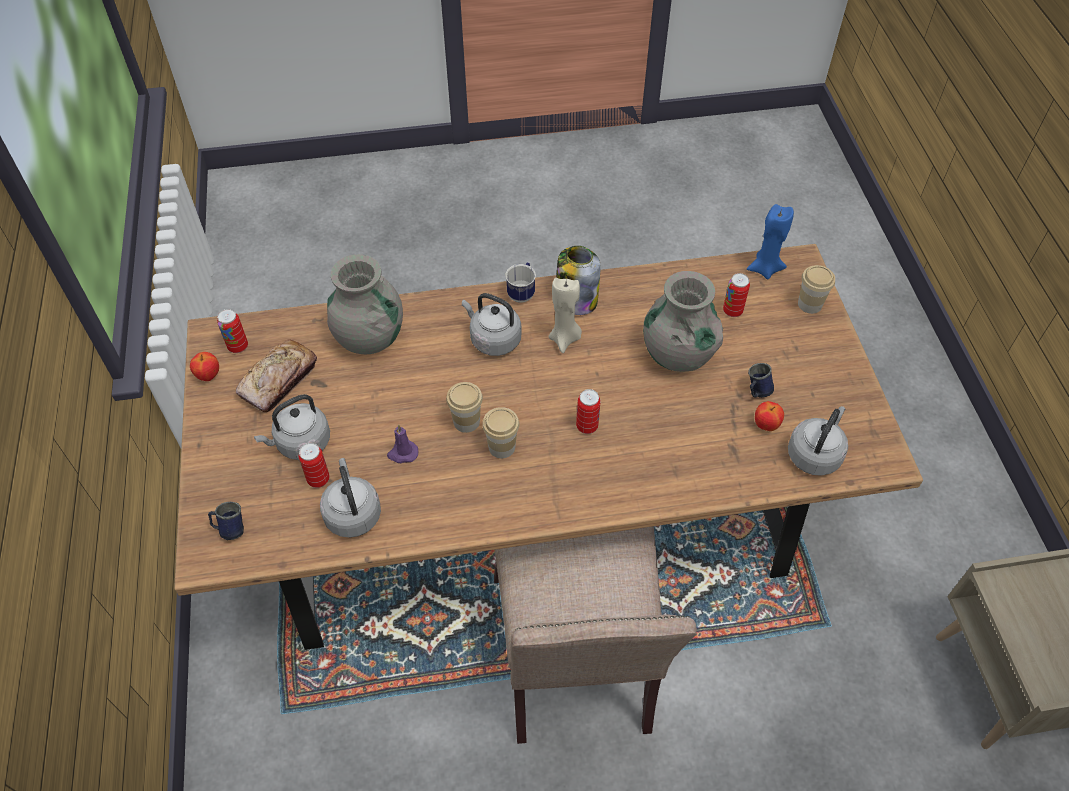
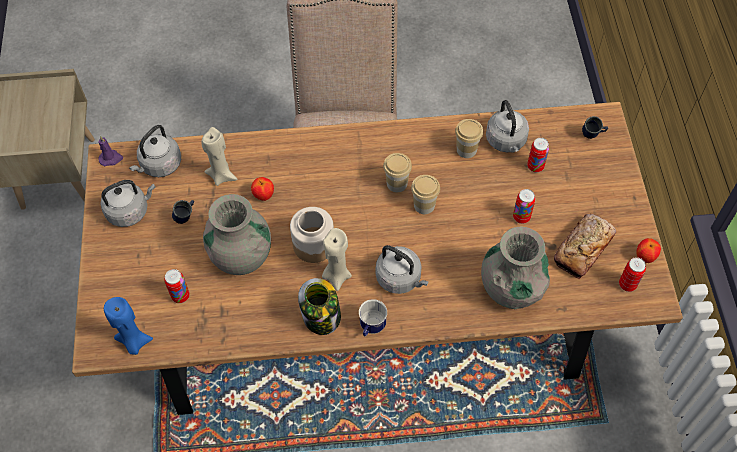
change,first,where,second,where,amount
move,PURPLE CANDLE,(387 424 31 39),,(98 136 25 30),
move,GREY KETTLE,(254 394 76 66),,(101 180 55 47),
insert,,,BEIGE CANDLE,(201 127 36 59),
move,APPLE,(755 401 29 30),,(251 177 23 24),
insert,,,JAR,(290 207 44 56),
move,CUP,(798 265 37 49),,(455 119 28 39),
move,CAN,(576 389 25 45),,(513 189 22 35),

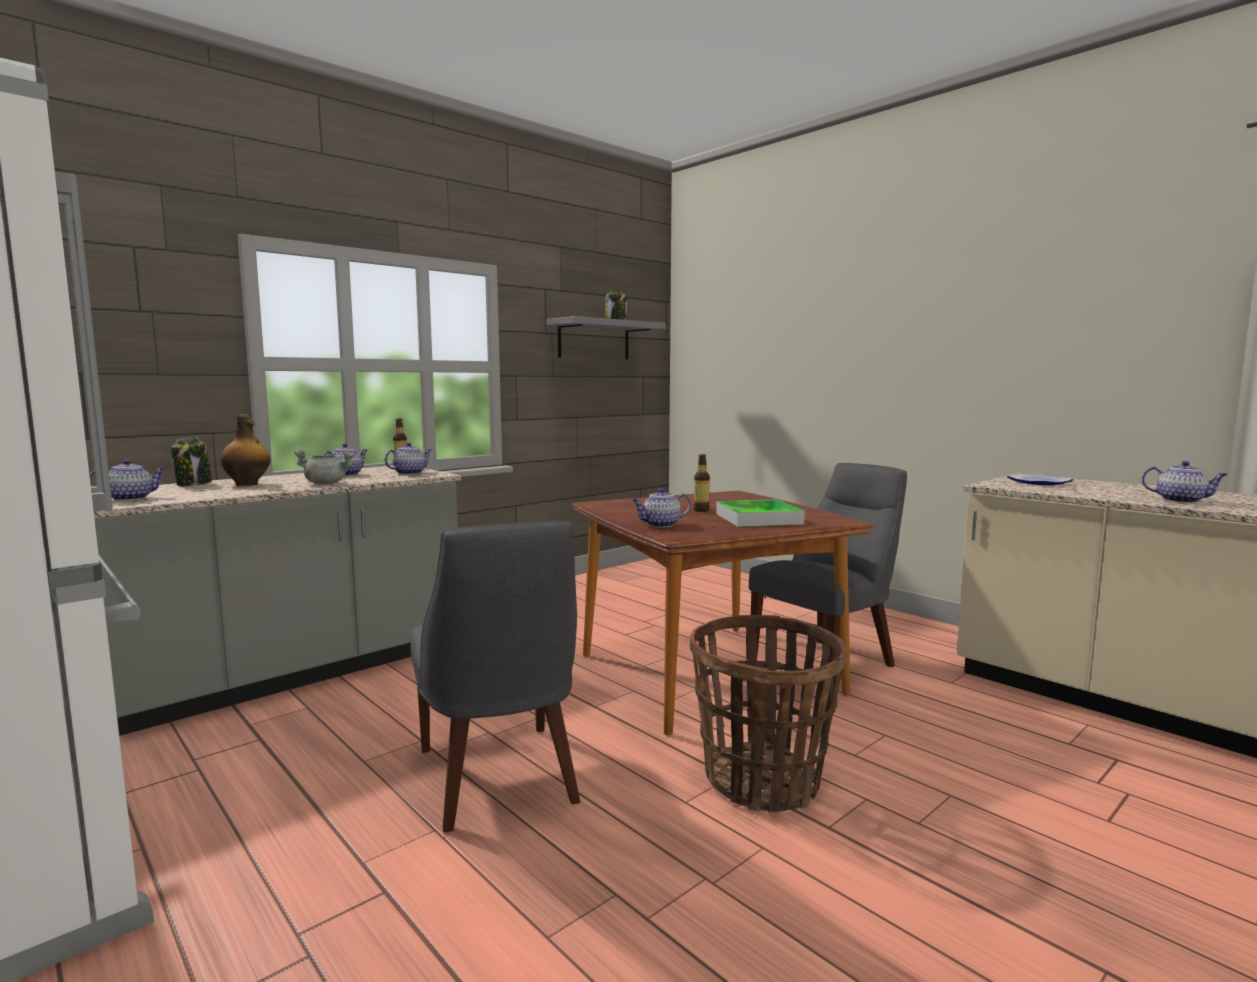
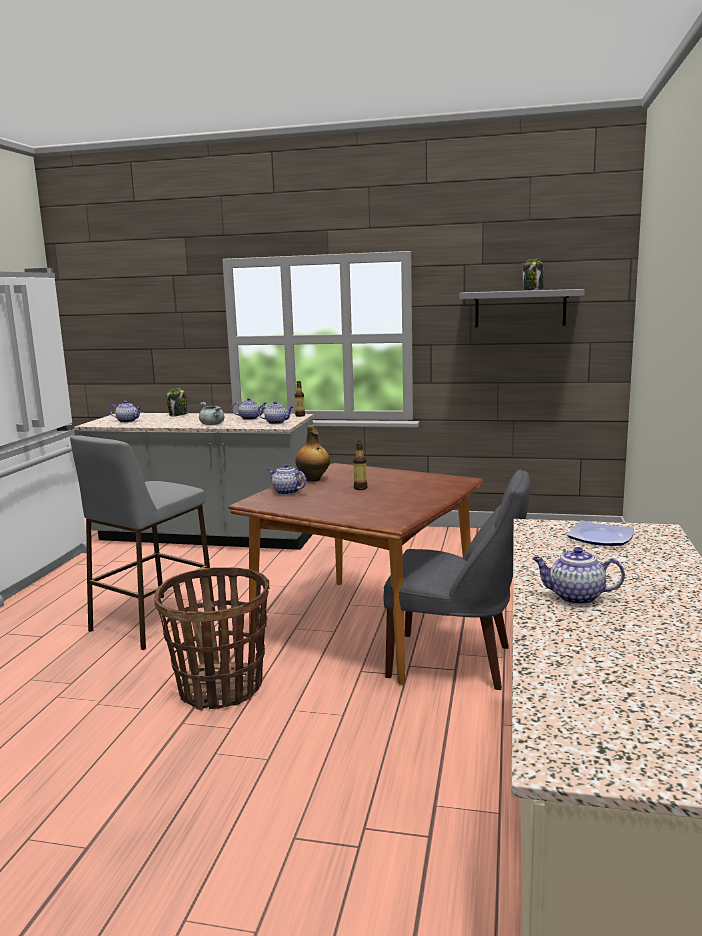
change,first,where,second,where,amount
replace,GREY CHAIR,(410 521 170 312),GREY STOOL,(70 435 145 215),
move,BOTTLE,(221 414 49 72),,(295 425 35 57),
rotate,TEAPOT,(1141 461 87 42),,(532 547 93 58),105 degrees clockwise
delete,TRAY,(716 499 89 28),,,

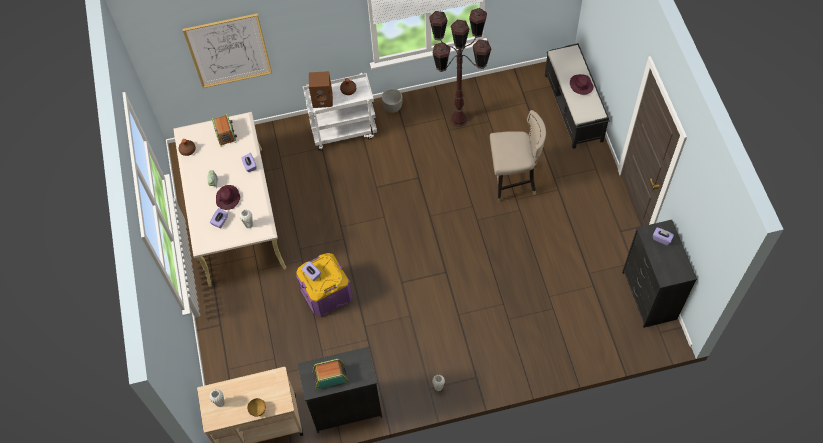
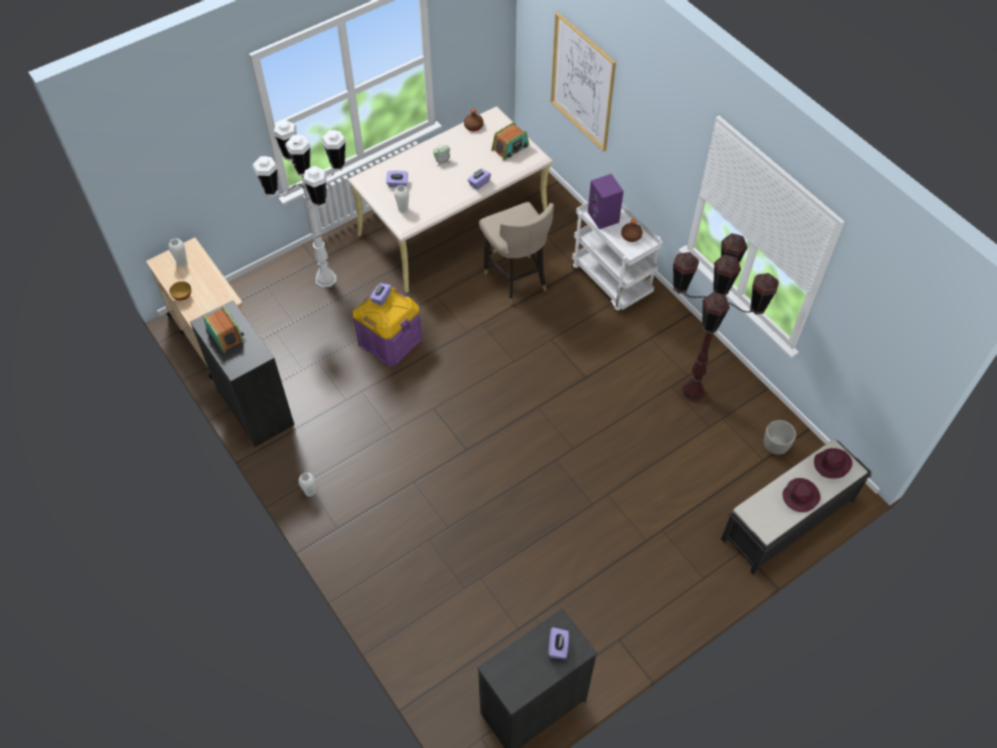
change,first,where,second,where,amount
insert,,,WHITE FLOOR LAMP,(252 120 94 168),
move,BEIGE STOOL,(490 110 56 92),,(479 202 75 103),
recolor,BROWN SPEAKER,(309 71 24 37),PURPLE SPEAKER,(588 174 36 55),
move,PLANTER,(382 88 20 25),,(764 420 32 35),
move,PURPLE HAT,(216 185 24 25),,(814 448 38 31),

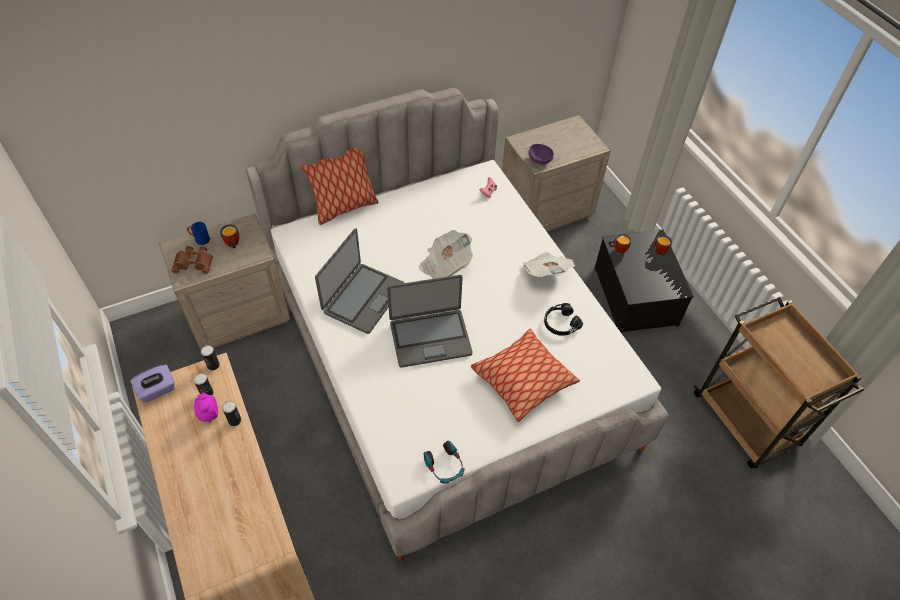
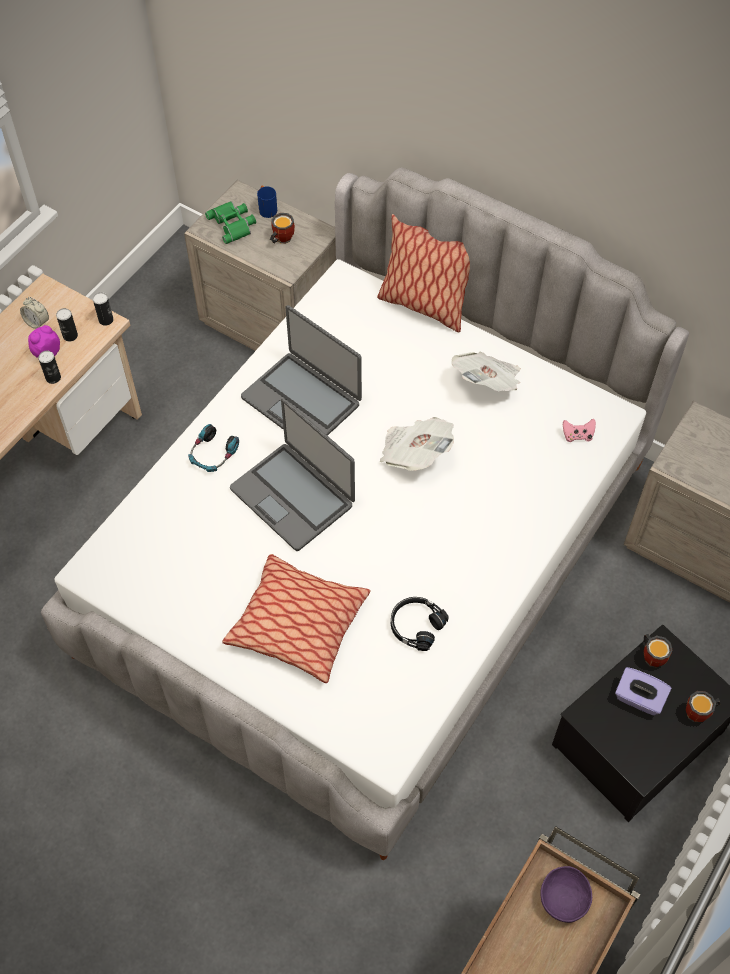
change,first,where,second,where,amount
insert,,,ALARM CLOCK,(20 297 29 32),
move,HEADPHONES,(424 441 41 43),,(188 424 51 48),
recolor,BROWN BINOCULARS,(171 246 42 28),GREEN BINOCULARS,(205 201 51 43),
rotate,LAPTOP,(315 228 89 106),,(241 305 121 131),45 degrees clockwise
move,NEWSPAPER,(522 252 53 25),,(451 351 69 40),
move,PURPLE BOWL,(529 144 25 21),,(541 866 51 57),
move,PURPLE TISSUE BOX,(130 364 45 38),,(615 667 56 49),

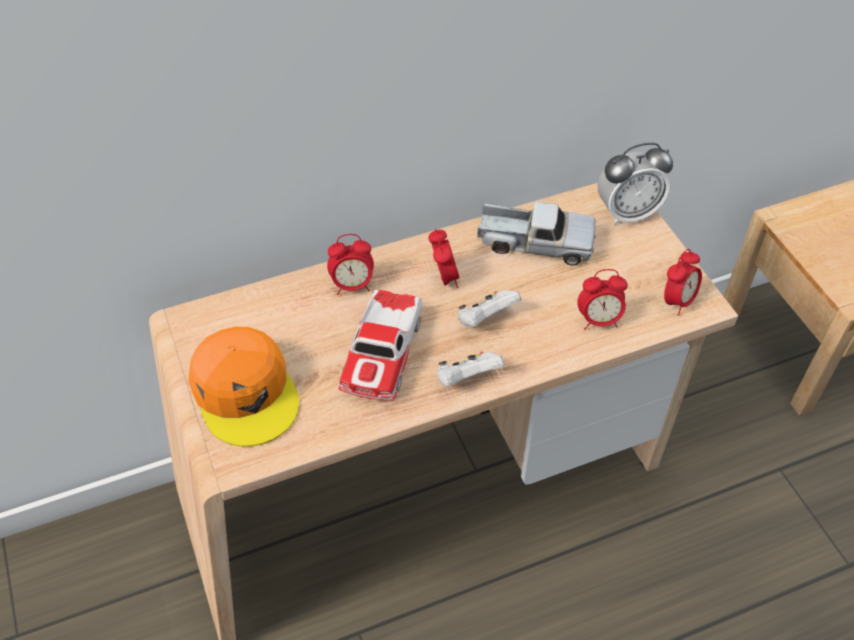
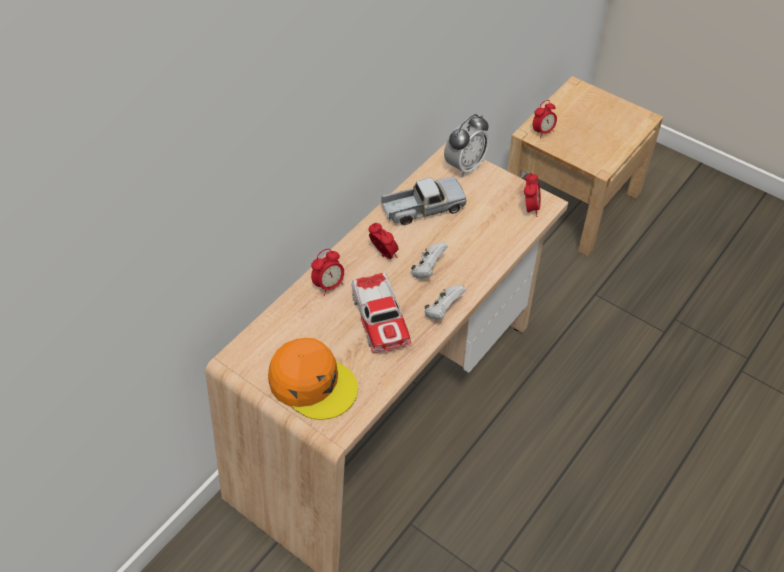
change,first,where,second,where,amount
move,ALARM CLOCK,(577 269 51 61),,(533 100 24 38),

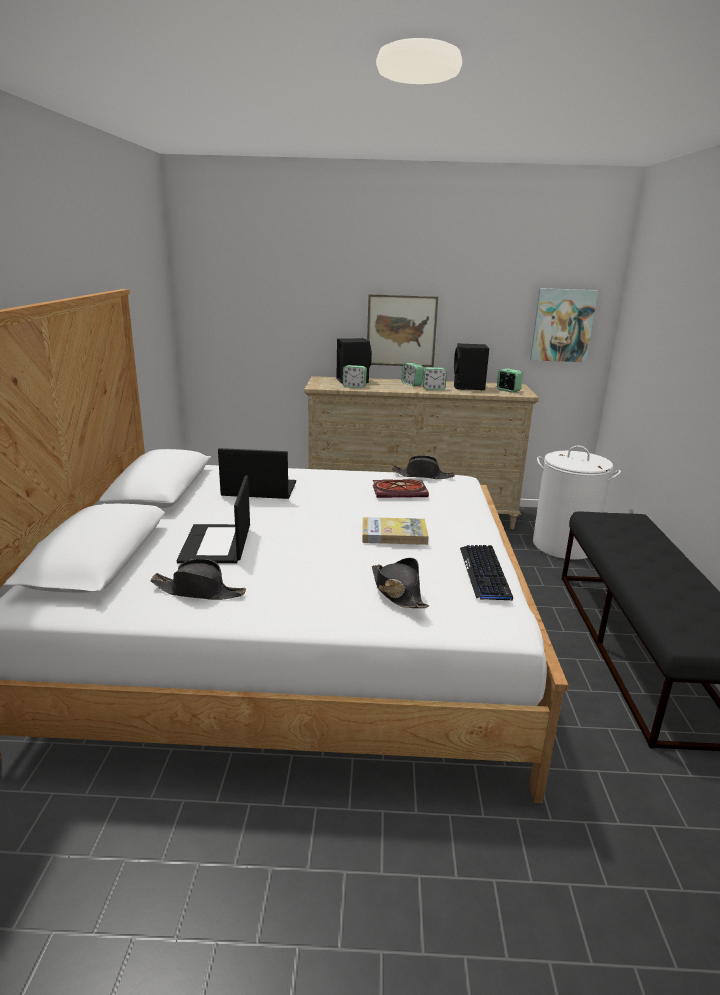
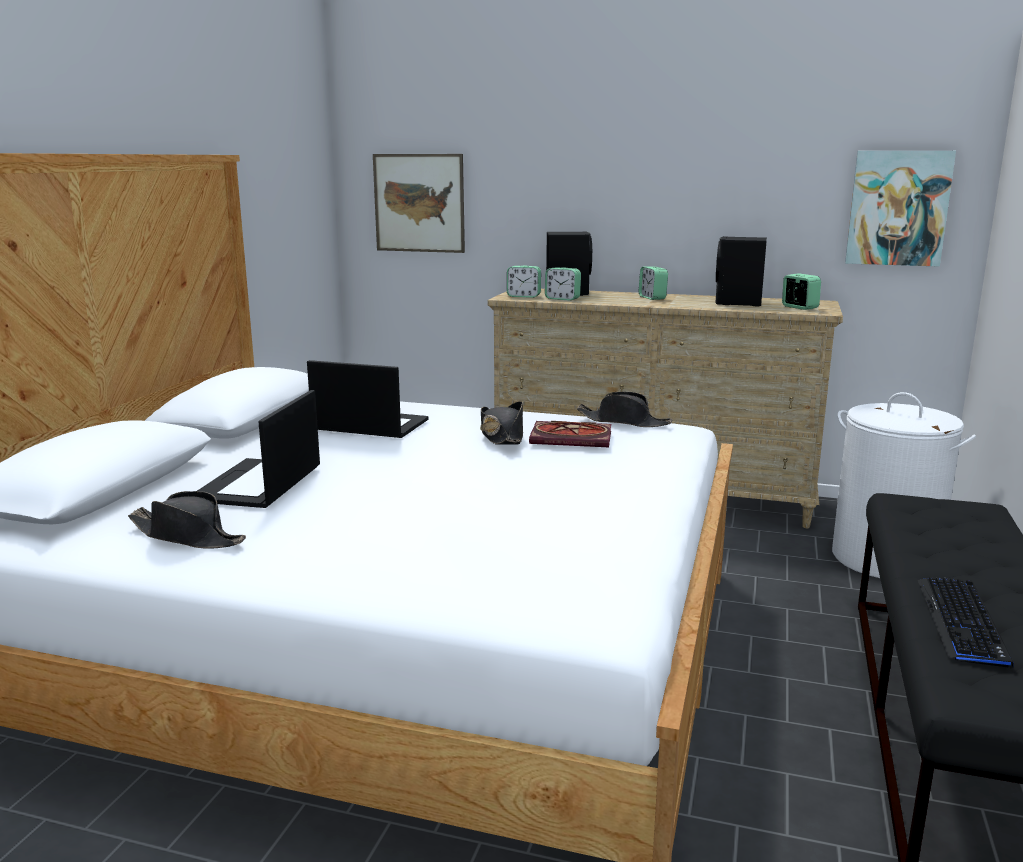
change,first,where,second,where,amount
move,PICTURE,(367 294 71 73),,(373 154 92 99),
move,BLACK HAT,(372 558 57 50),,(480 401 43 44),
move,ALARM CLOCK,(422 367 25 23),,(507 266 34 32),
move,KEYBOARD,(460 545 53 56),,(918 577 96 92),
delete,BOOK,(362 517 67 28),,,

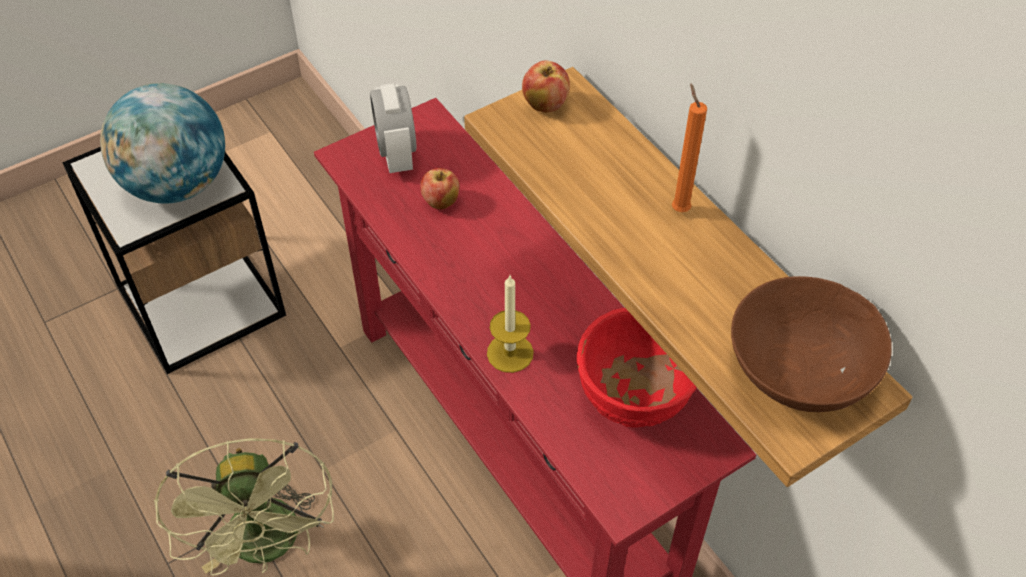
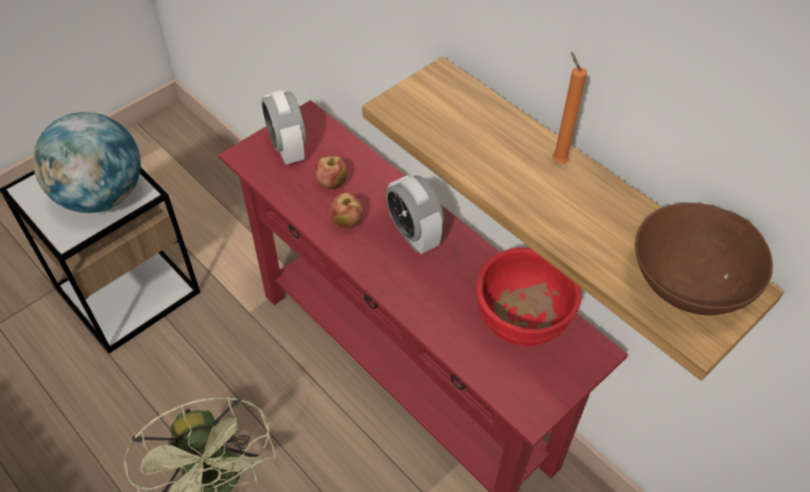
change,first,where,second,where,amount
move,APPLE,(522 60 48 53),,(330 192 34 36),
insert,,,ALARM CLOCK,(386 175 58 79),
delete,CANDLE,(487 276 47 97),,,

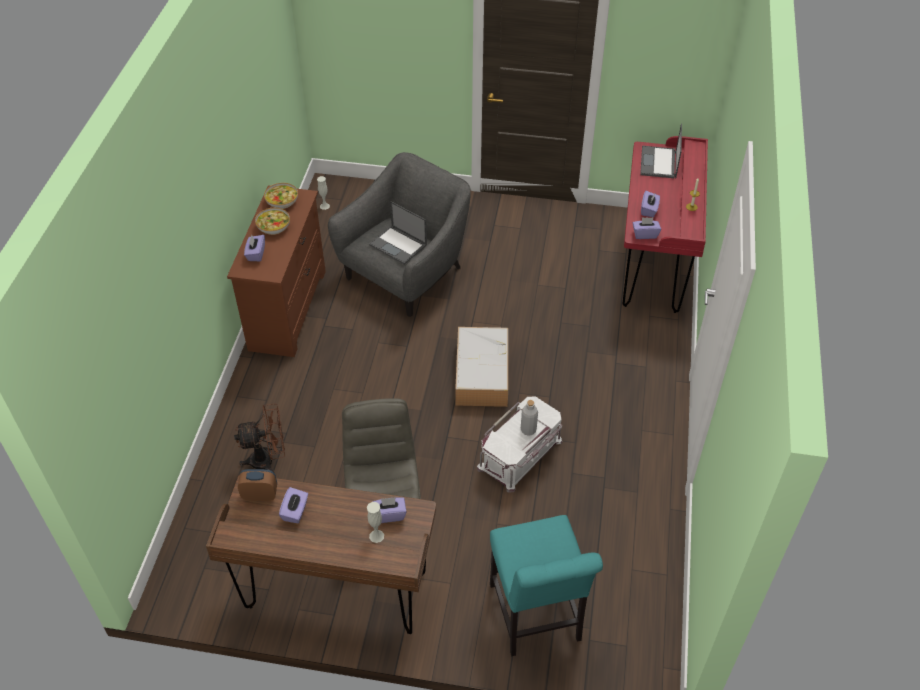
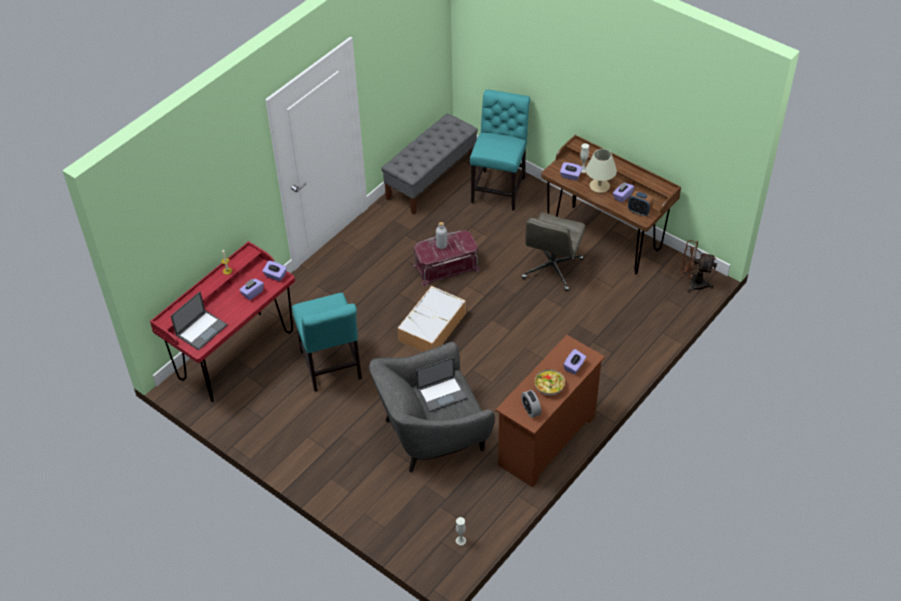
change,first,where,second,where,amount
insert,,,TURQUOISE CHAIR,(292 293 70 98),
insert,,,GREY BENCH,(381 113 97 102),
recolor,WHITE STORAGE BOX,(477 396 86 97),RED STORAGE BOX,(413 230 67 57),
rotate,LAPTOP,(369 201 58 64),,(416 357 51 56),90 degrees clockwise
replace,BOWL,(264 183 34 26),ALARM CLOCK,(521 390 20 28),
insert,,,BEIGE TABLE LAMP,(586 149 31 44),
move,BROWN FAN,(234 403 51 69),,(680 240 37 53),

